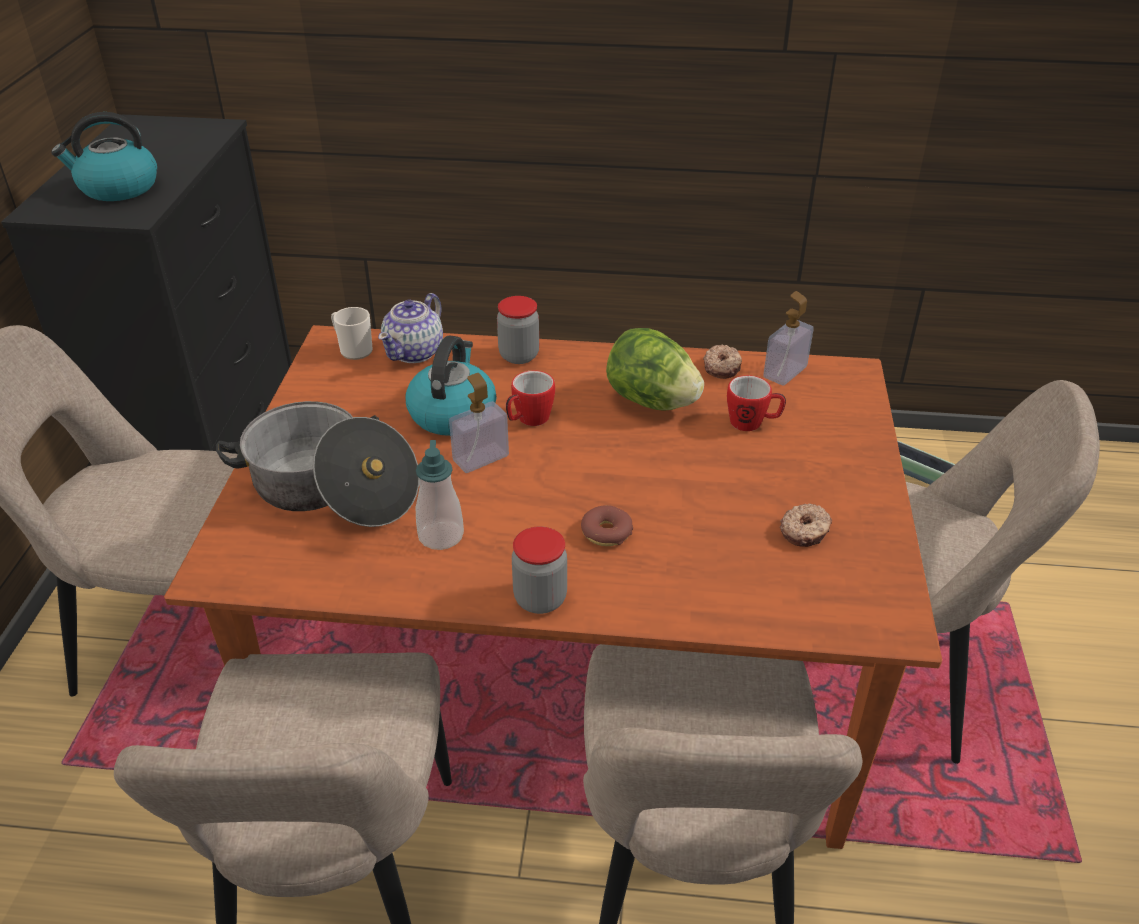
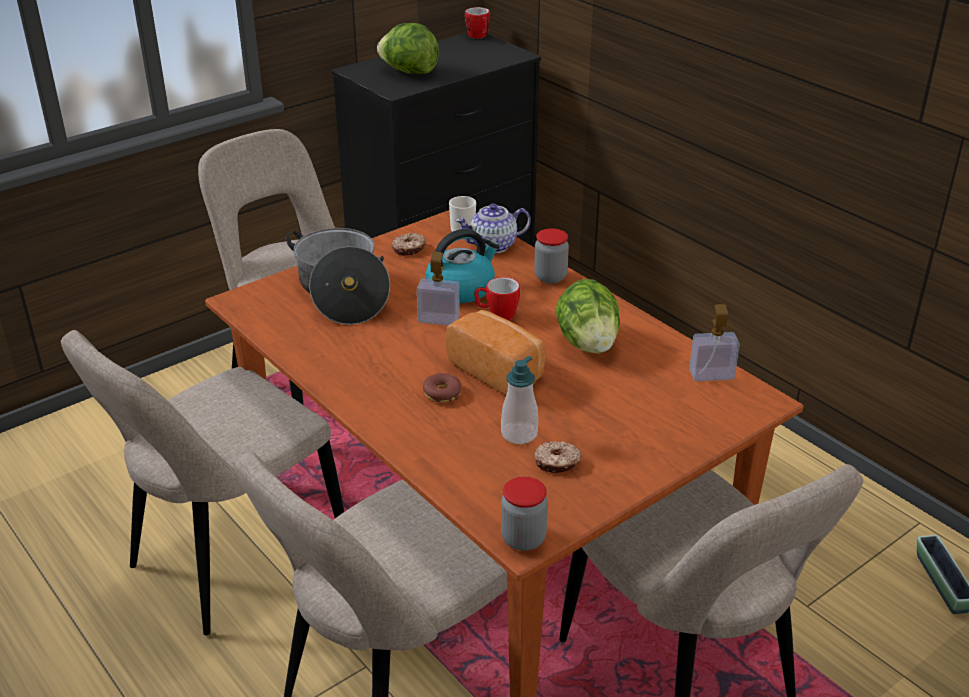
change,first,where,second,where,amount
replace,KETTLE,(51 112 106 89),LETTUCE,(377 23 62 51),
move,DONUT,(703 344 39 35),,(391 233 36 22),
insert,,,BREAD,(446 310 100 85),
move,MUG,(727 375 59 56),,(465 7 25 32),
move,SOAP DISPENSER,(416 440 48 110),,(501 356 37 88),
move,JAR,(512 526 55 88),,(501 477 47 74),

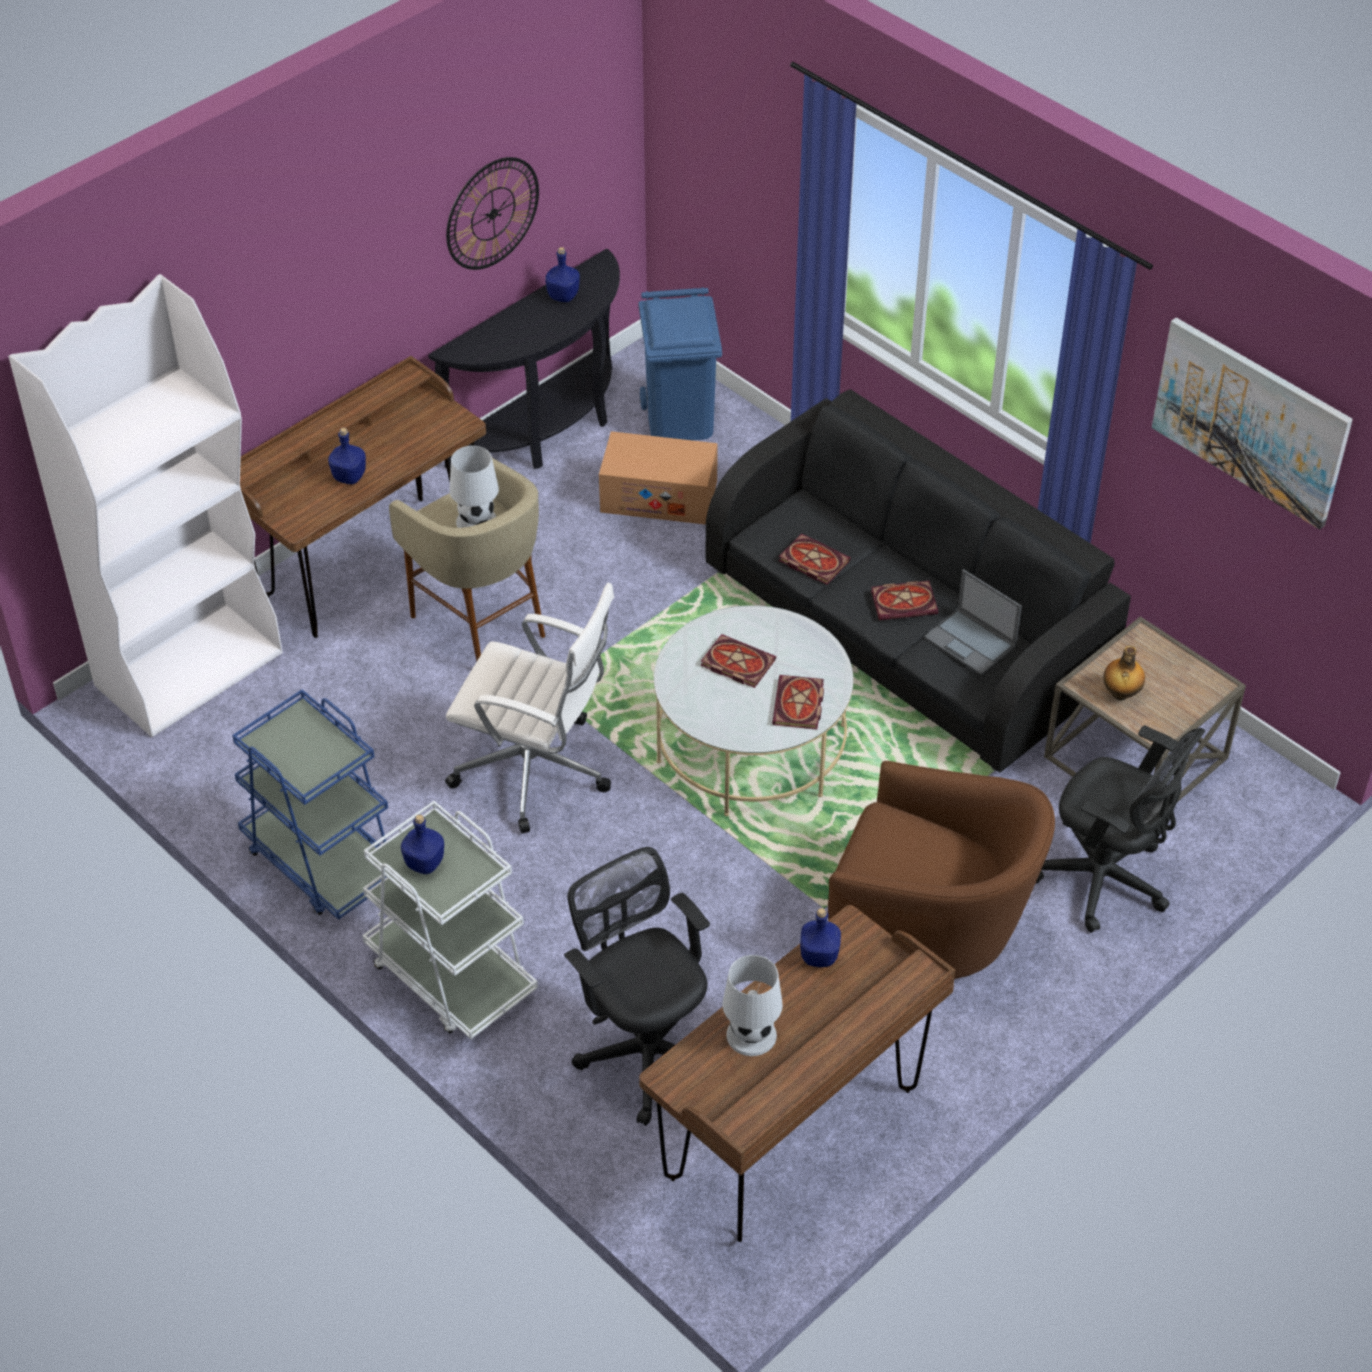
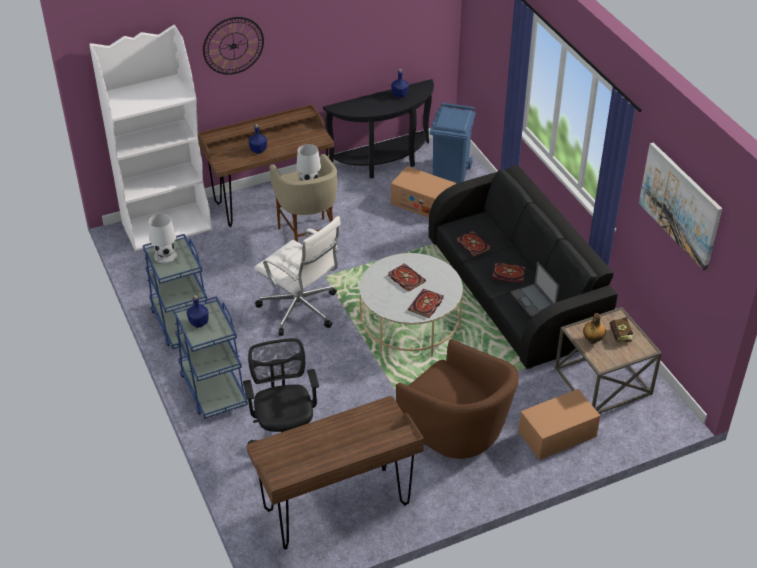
change,first,where,second,where,amount
move,WHITE TABLE LAMP,(722 955 61 101),,(149 213 28 50),
recolor,WHITE CART,(363 801 175 238),BLUE CART,(173 296 75 123),
move,WALL CLOCK,(446 157 93 113),,(203 17 61 58),
replace,BLACK OFFICE CHAIR,(1036 725 169 208),CARDBOARD BOX,(518 389 83 71),
insert,,,BOOK,(610 317 23 30),
delete,BLUE BOTTLE,(800 908 41 59),,,

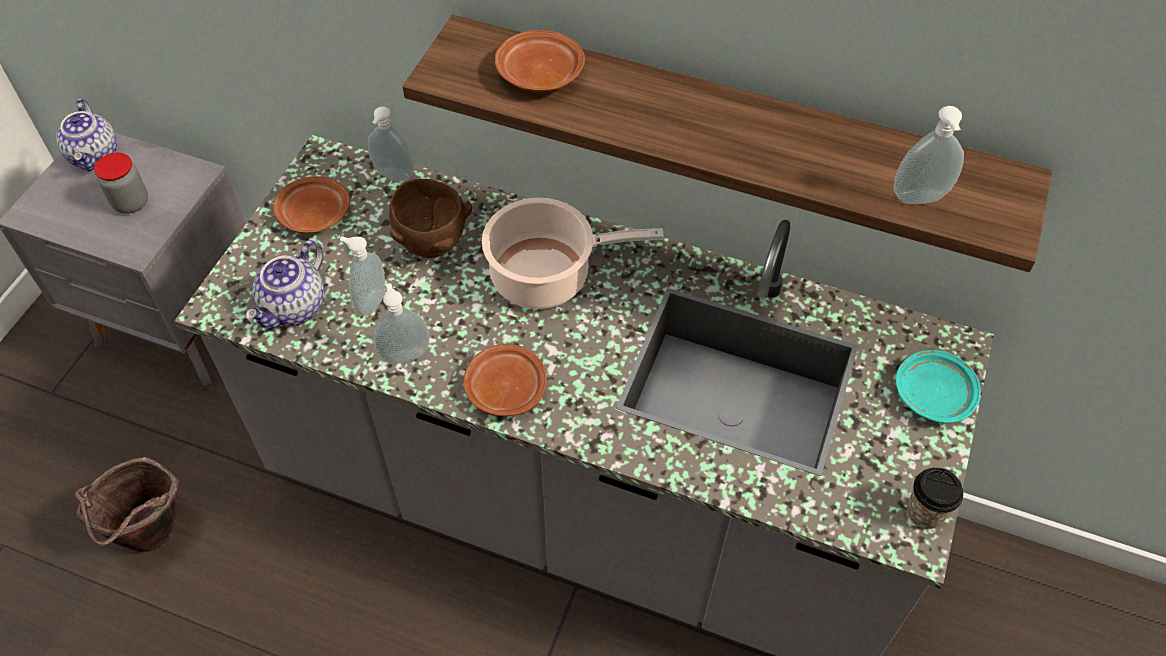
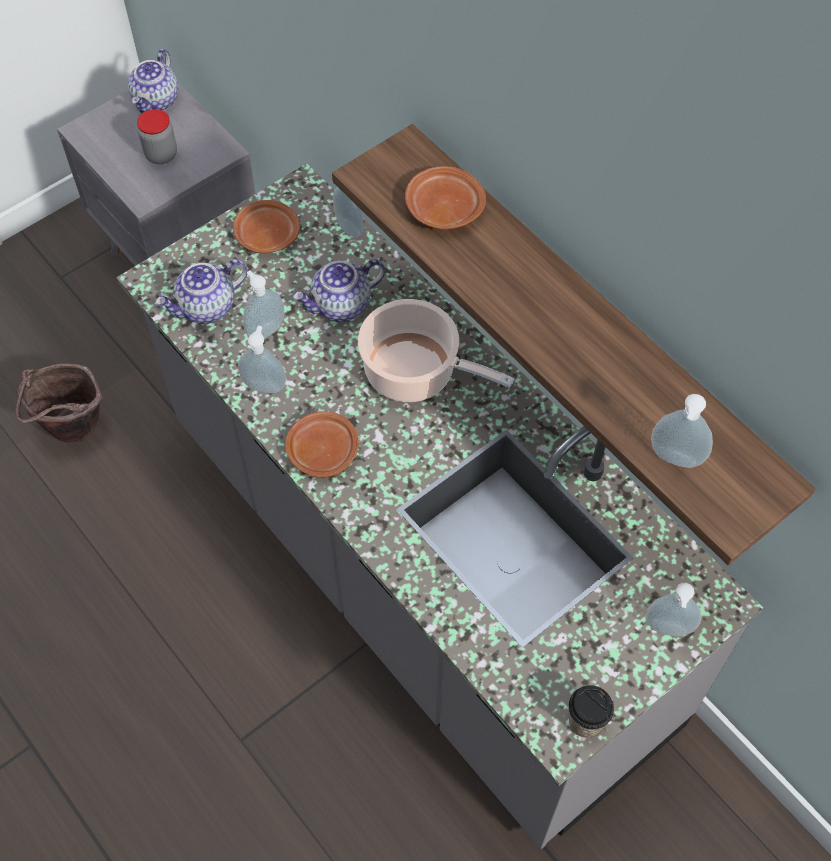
change,first,where,second,where,amount
replace,BROWN BOWL,(389 179 83 79),TEAPOT,(293 259 92 62),
replace,TURQUOISE PLATE,(896 350 85 73),SOAP DISPENSER,(646 583 56 53),

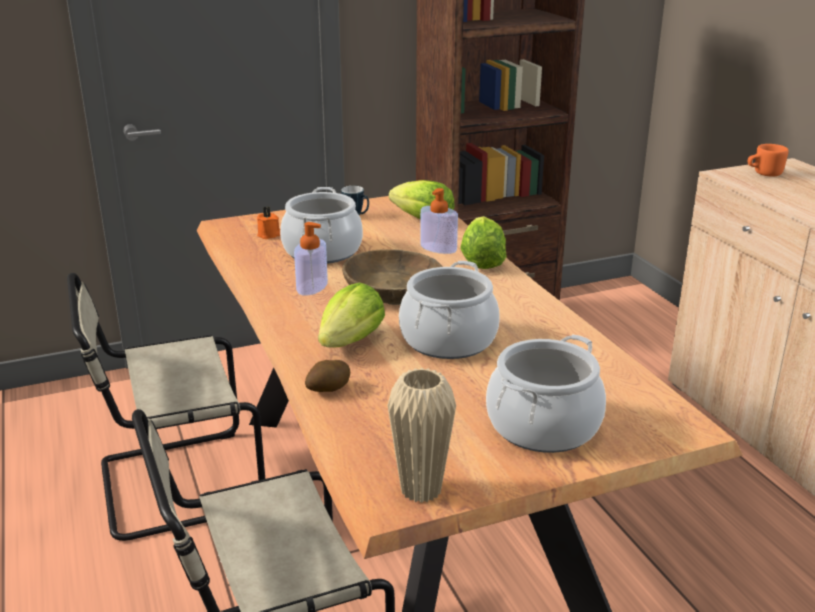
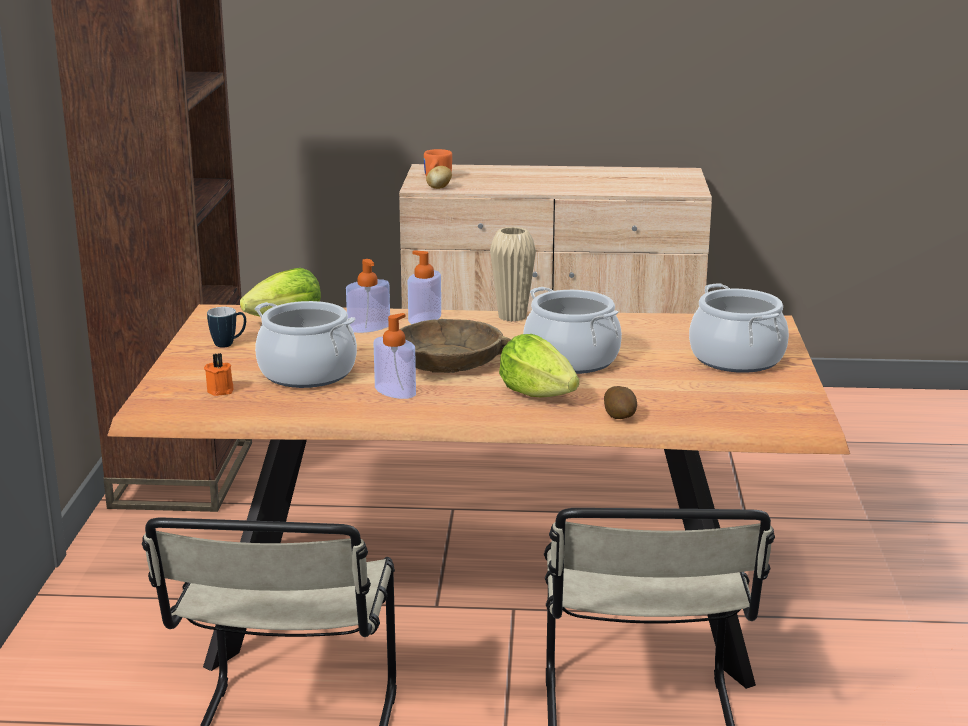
change,first,where,second,where,amount
replace,LETTUCE,(461 216 46 53),SOAP DISPENSER,(408 250 33 74),
insert,,,POTATO,(426 166 26 23),
move,BEIGE VASE,(387 368 69 135),,(490 227 46 95),

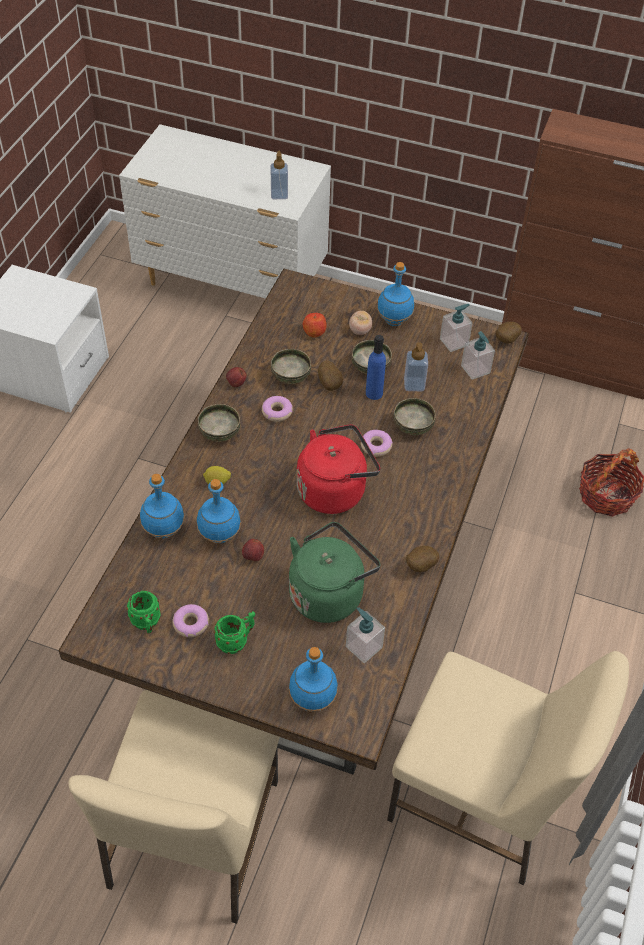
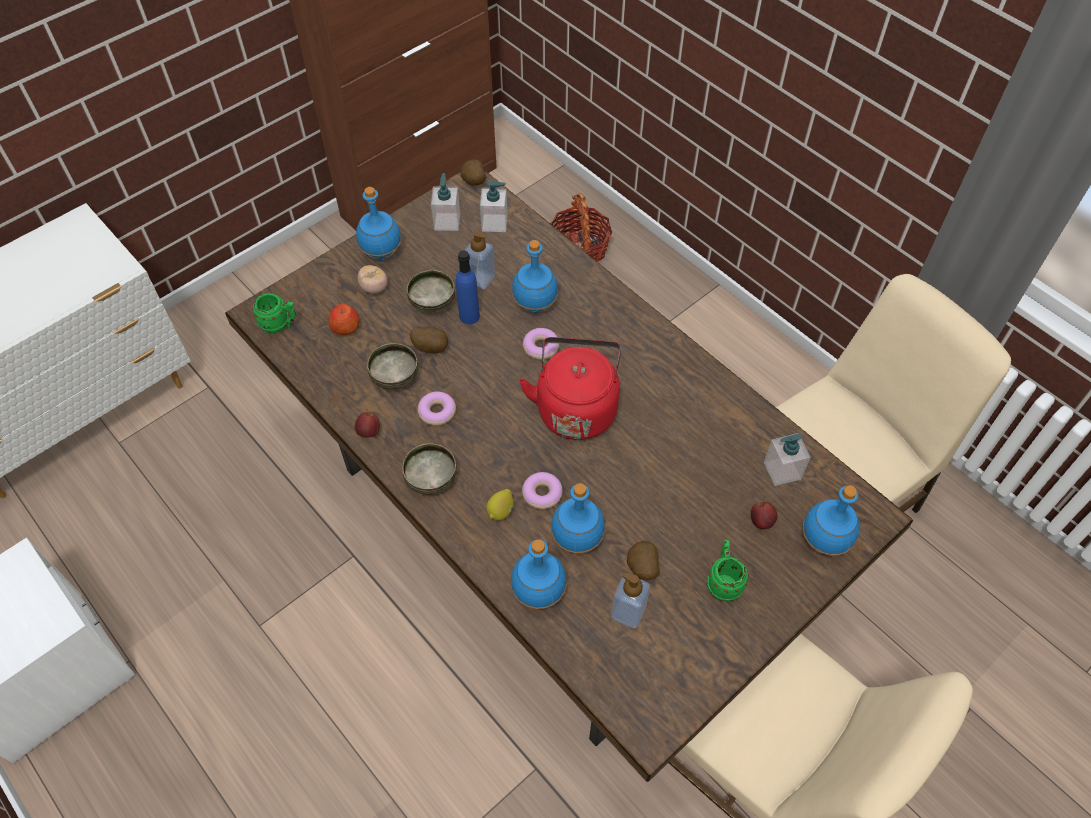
change,first,where,second,where,amount
move,GREEN MUG,(127 591 34 42),,(252 293 44 41),
replace,BOWL,(393 398 43 37),BLUE BOTTLE,(512 240 46 73),
move,DONUT,(173 604 36 33),,(522 472 41 37),
move,SOAP DISPENSER,(270 151 18 48),,(611 573 39 55),
move,POTATO,(406 546 33 26),,(627 541 33 39),
move,APPLE,(242 539 22 22),,(751 502 27 27),
delete,GREEN KETTLE,(289 522 92 101),,,

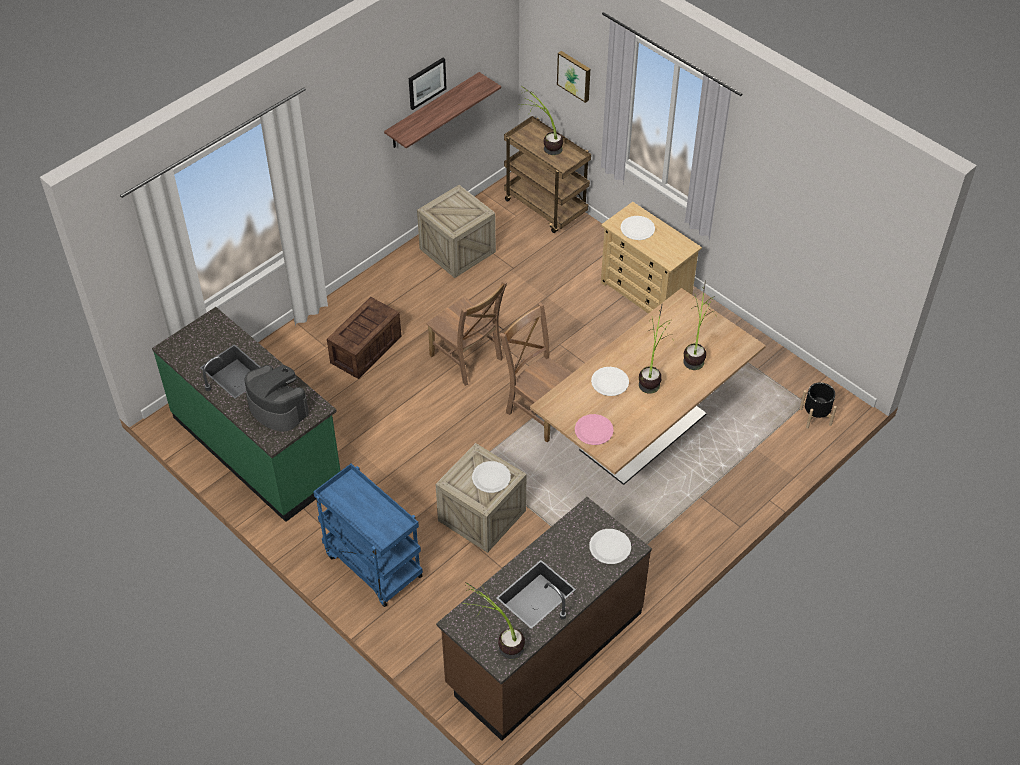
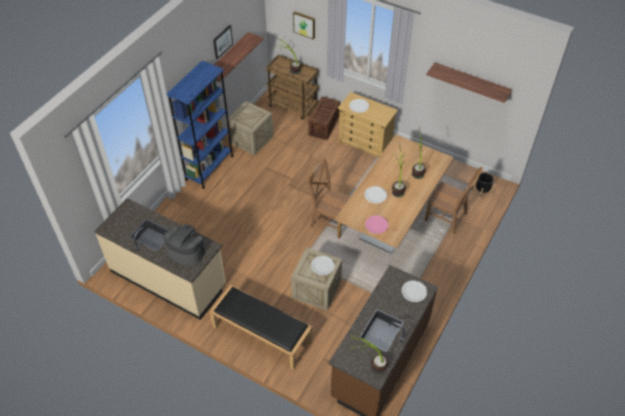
change,first,where,second,where,amount
recolor,GREEN COUNTER,(152 307 189 215),BEIGE COUNTER,(94 198 132 122),
insert,,,BLUE BOOKCASE,(167 61 66 128),
replace,BLUE CART,(313 463 110 144),BLACK BENCH,(210 285 102 85),
move,CRATE,(327 297 74 82),,(308 96 32 44),
move,BROWN CHAIR,(426 280 81 106),,(425 167 58 67),
insert,,,SHELF,(426 63 86 40),

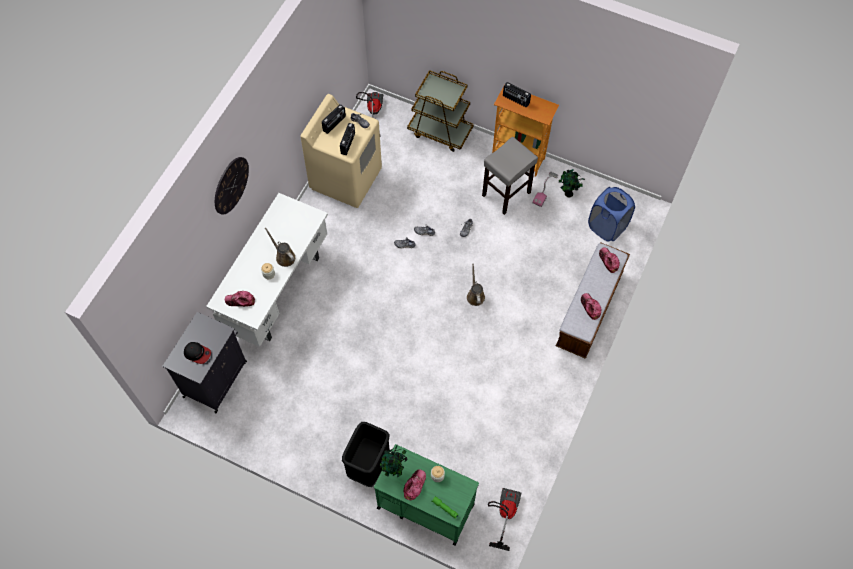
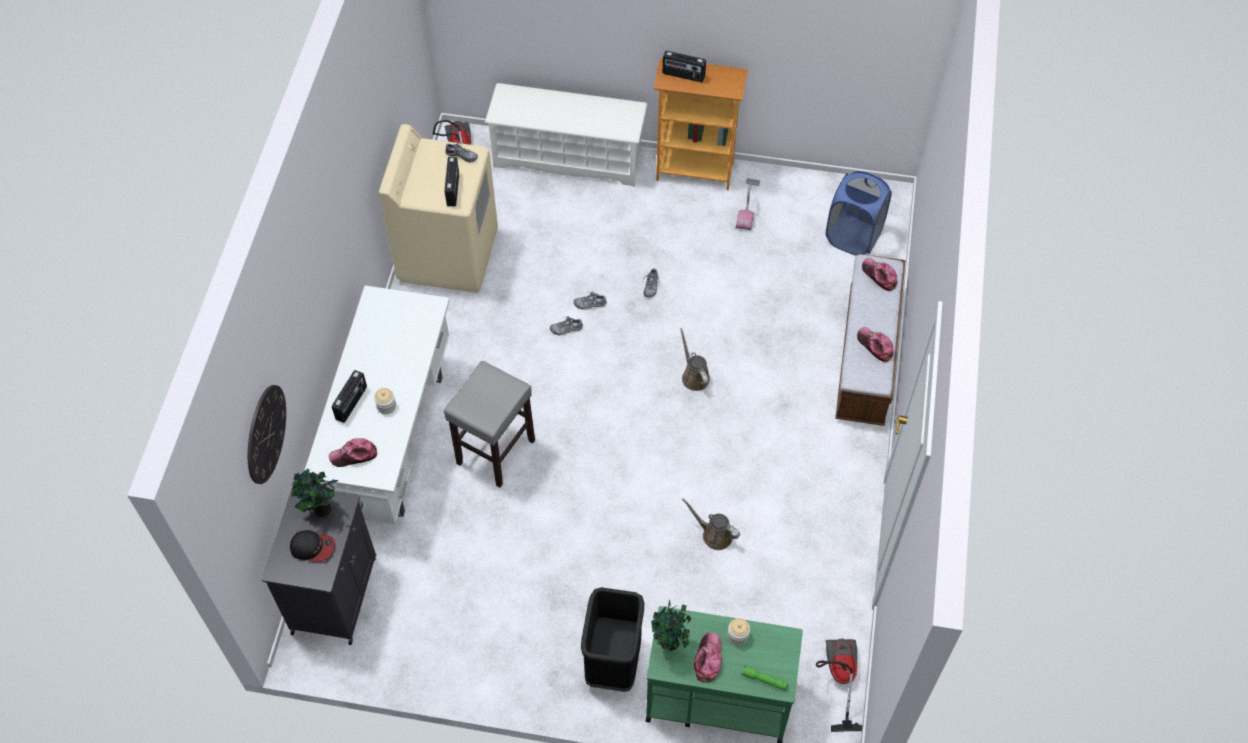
change,first,where,second,where,amount
move,WALL CLOCK,(215 157 34 58),,(248 385 38 99),
move,POTTED PLANT,(559 169 26 28),,(291 469 47 48),
move,RADIO,(322 104 24 30),,(332 370 35 53),
move,GREY STOOL,(482 137 56 78),,(444 361 91 126),
replace,BROWN CART,(407 70 67 82),WHITE SHOE RACK,(485 83 162 104),
move,BROWN WATERING CAN,(265 228 30 39),,(682 498 58 52),

